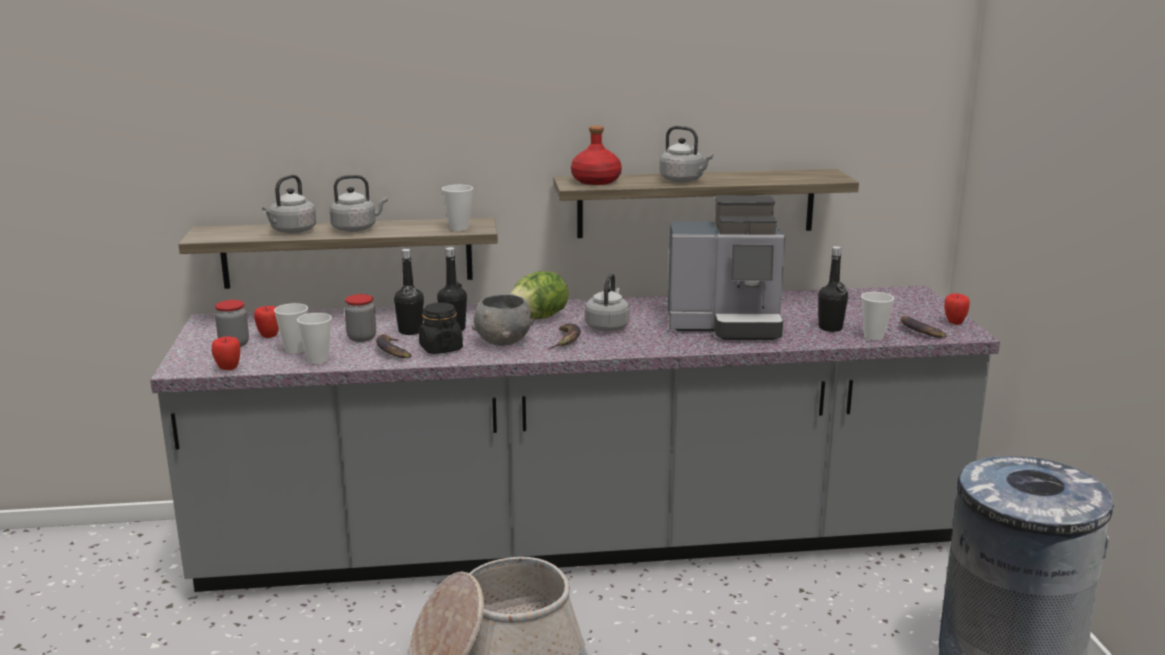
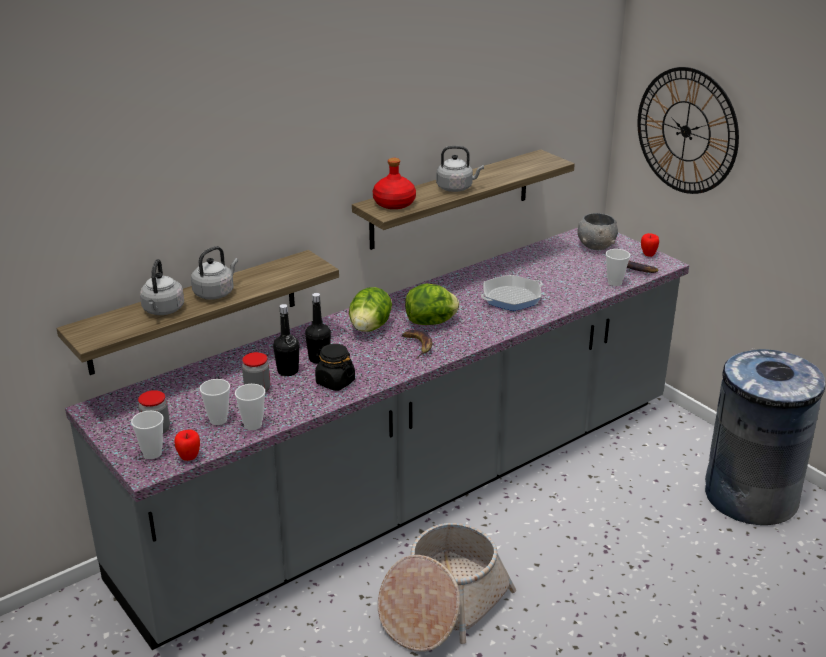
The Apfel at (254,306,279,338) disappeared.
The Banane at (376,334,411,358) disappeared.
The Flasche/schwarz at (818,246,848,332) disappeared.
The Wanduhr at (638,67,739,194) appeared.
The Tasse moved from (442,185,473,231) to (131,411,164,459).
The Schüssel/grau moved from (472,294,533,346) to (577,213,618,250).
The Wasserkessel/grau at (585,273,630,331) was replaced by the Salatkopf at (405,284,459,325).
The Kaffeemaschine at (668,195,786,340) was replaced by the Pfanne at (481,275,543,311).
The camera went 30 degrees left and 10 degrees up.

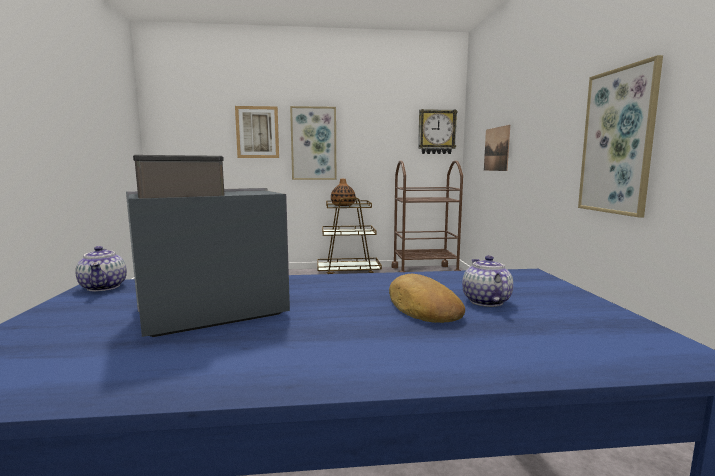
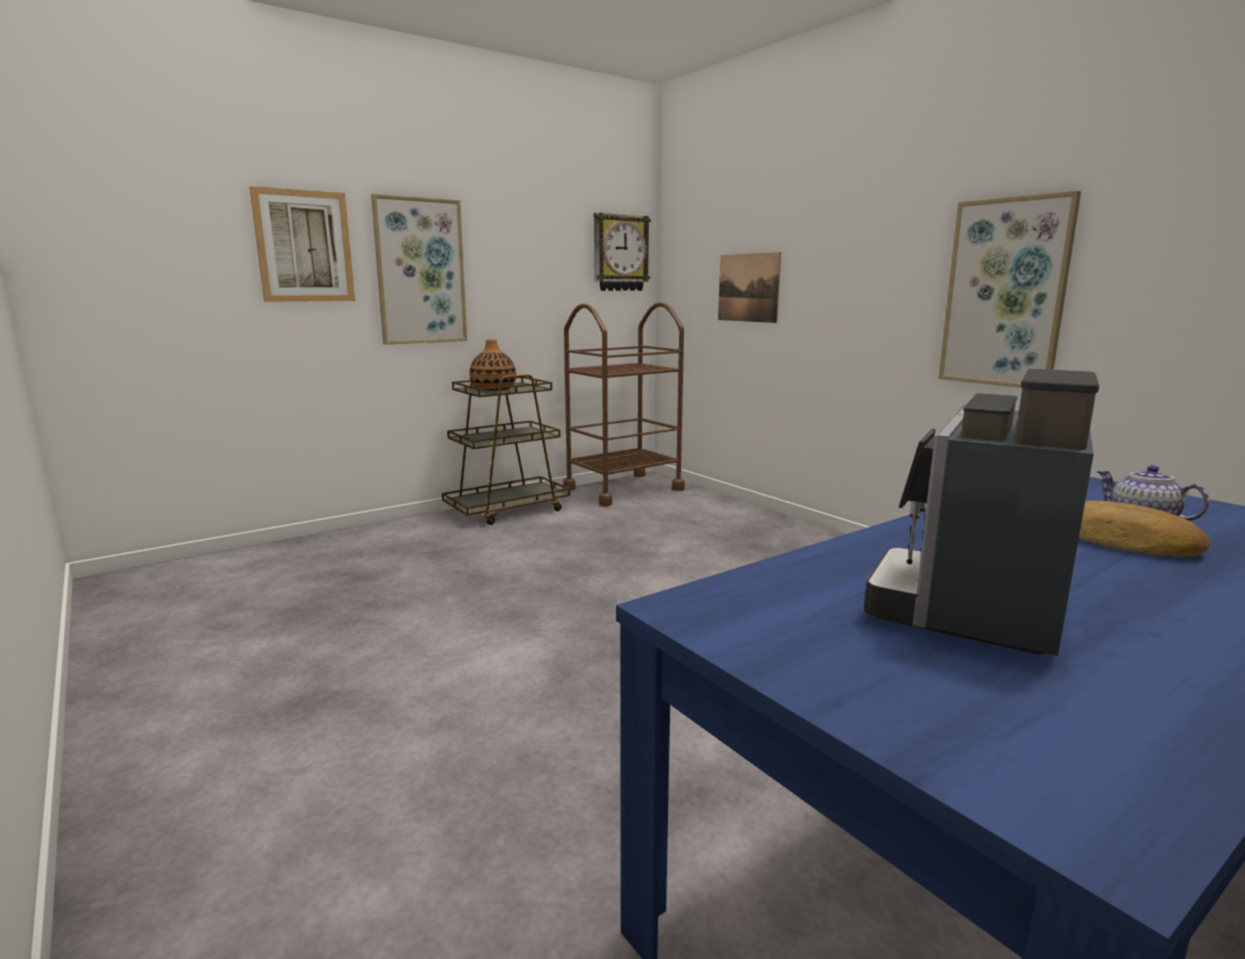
The Teekanne at (75,246,127,291) disappeared.
The camera went 30 degrees left and 5 degrees up.

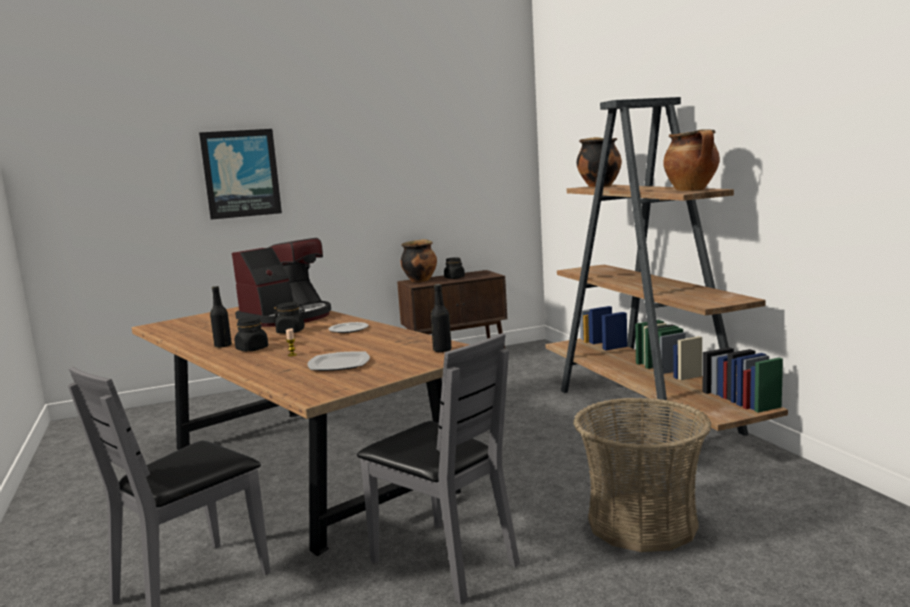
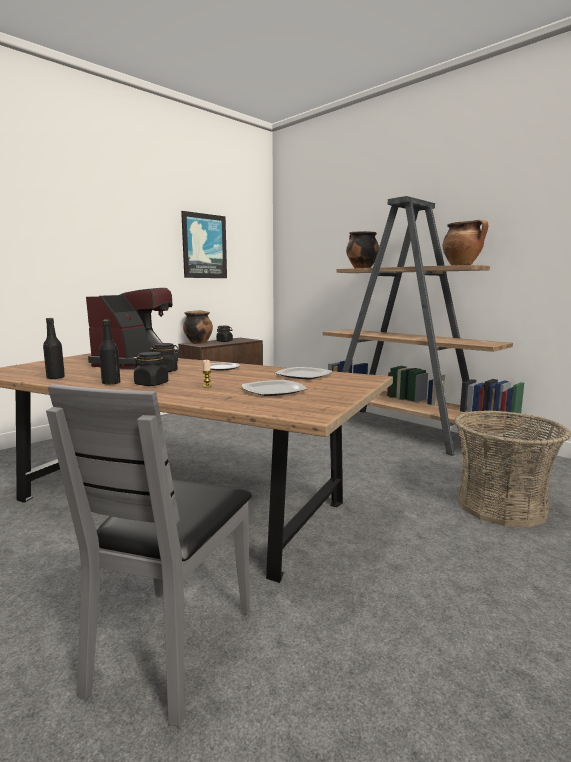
The Stuhl/grau at (357,333,520,604) disappeared.
The Teller at (275,367,332,380) appeared.
The Bild moved from (199,129,282,220) to (181,211,227,278).
The Flasche/schwarz moved from (431,284,452,353) to (43,318,65,379).
The camera went 25 degrees left and 0 degrees up.

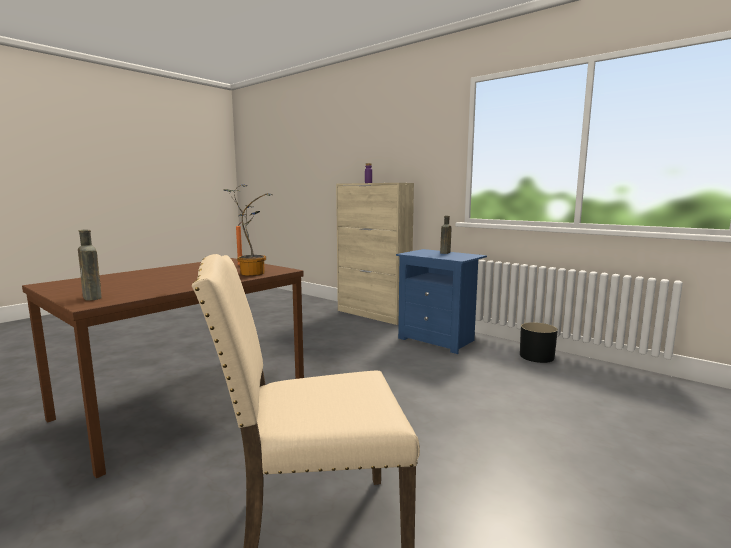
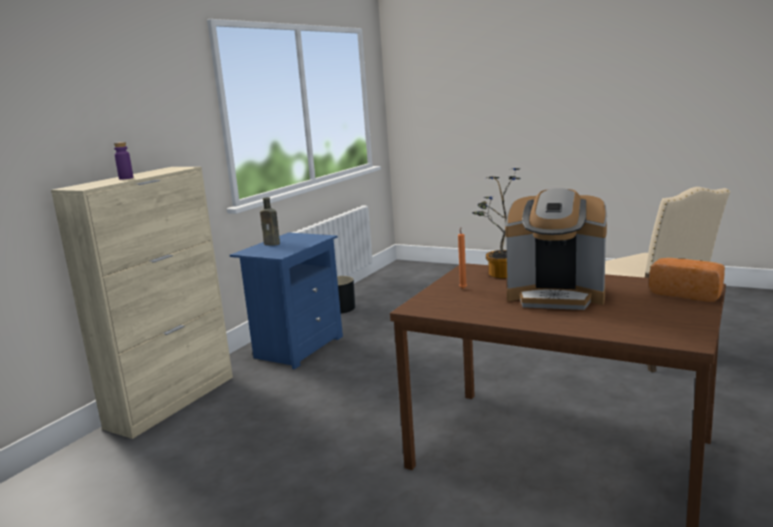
The Kaffeemaschine at (505,188,607,310) appeared.
The Flasche/braun at (78,230,102,301) was replaced by the Brot at (649,258,725,302).
The camera went 100 degrees left and 5 degrees up.

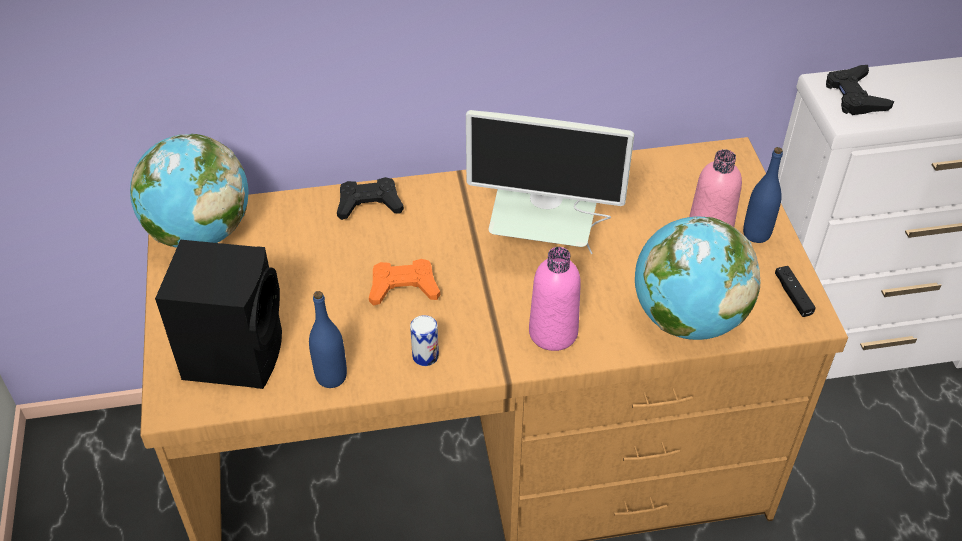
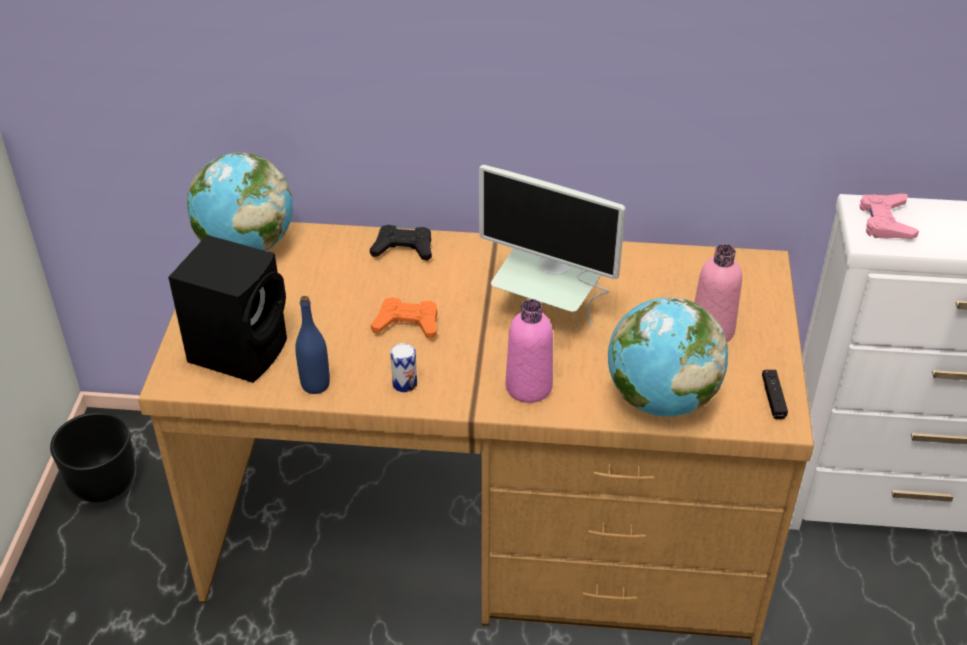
The Flasche/blau at (743,147,783,243) disappeared.
The Pflanzkübel/schwarz at (50,412,135,503) appeared.
The Gamepad/schwarz at (826,65,894,115) became the Gamepad/rosa at (860,193,919,239).
The camera went 15 degrees right and 5 degrees down.

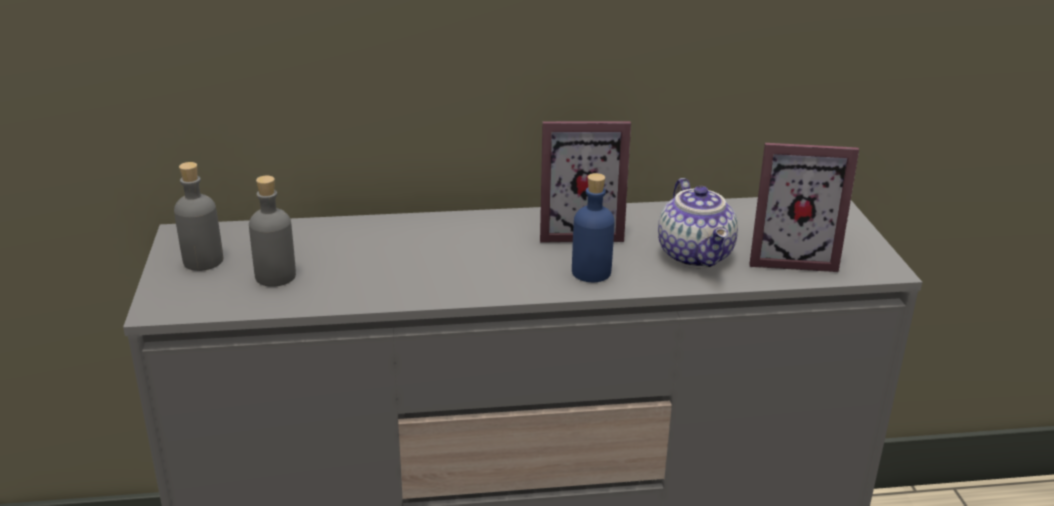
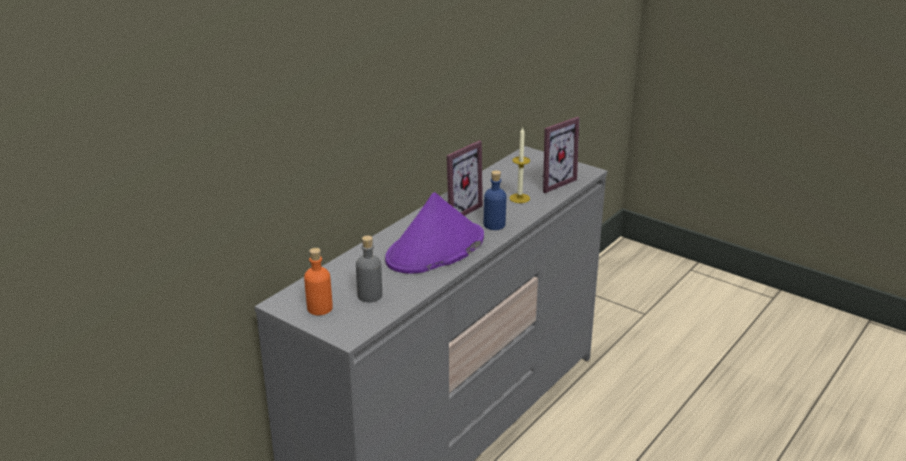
The Hut/lila at (385,192,484,274) appeared.
The Teekanne at (658,178,738,268) was replaced by the Kerze at (510,127,530,203).
The Flasche/grau at (174,162,223,271) became the Flasche/orange at (304,248,333,315).
The camera went 45 degrees left and 0 degrees up.

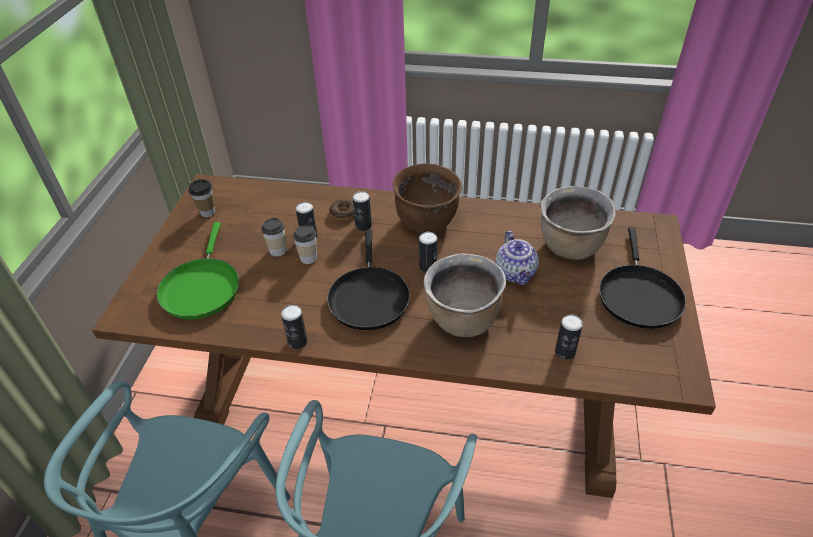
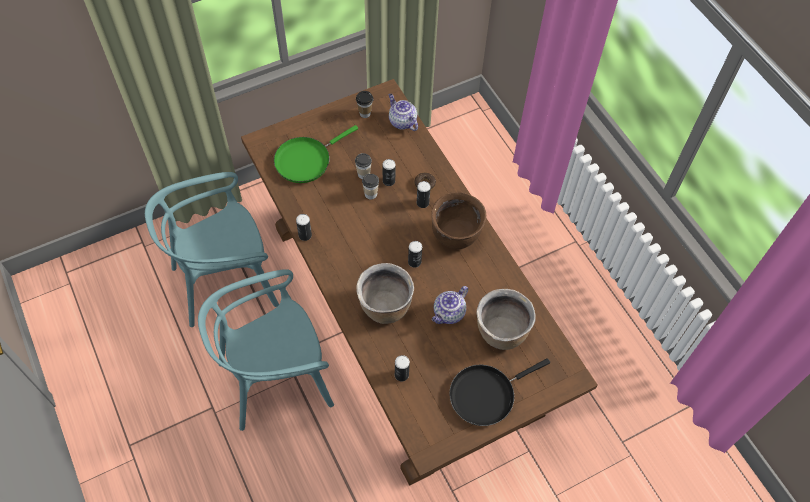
The Pfanne/schwarz at (327,229,410,330) disappeared.
The Teekanne at (389,94,418,131) appeared.
The camera went 50 degrees right and 15 degrees up.

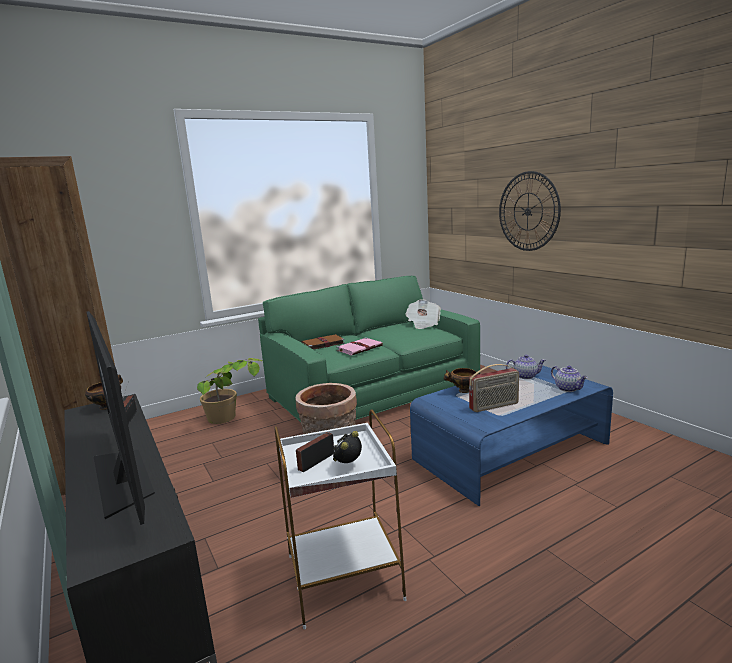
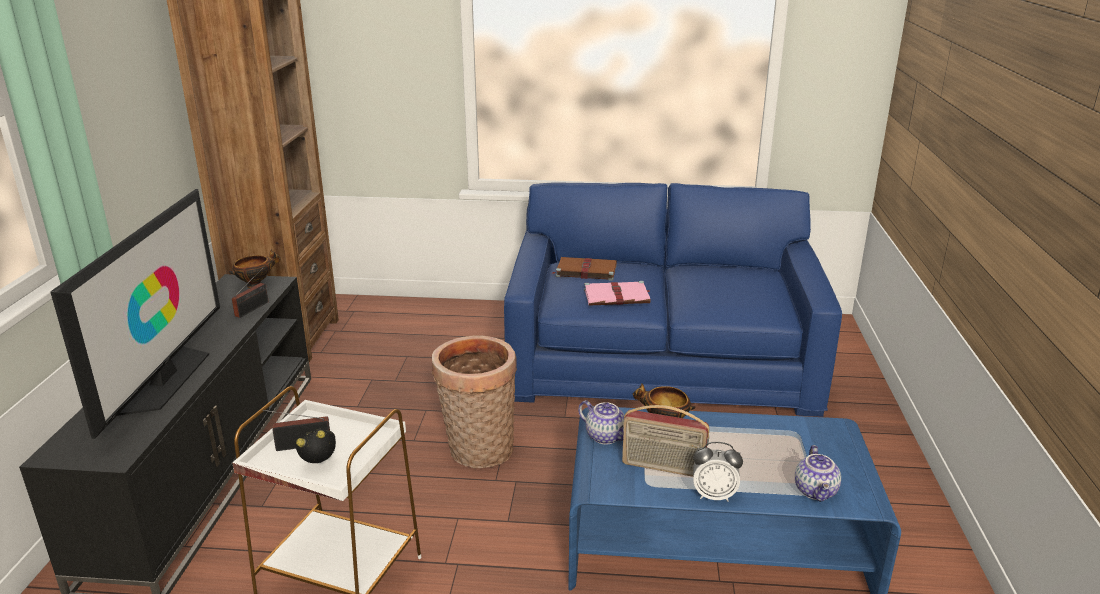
The Topfpflanze at (197,358,263,424) disappeared.
The Zeitung at (405,299,441,329) disappeared.
The Wanduhr at (499,171,561,251) disappeared.
The Wecker at (693,442,743,502) appeared.
The Teekanne moved from (506,355,546,379) to (578,400,625,444).
The Sofa/grün at (258,276,480,422) became the Sofa/blau at (504,182,842,417).
The camera went 35 degrees right and 10 degrees up.

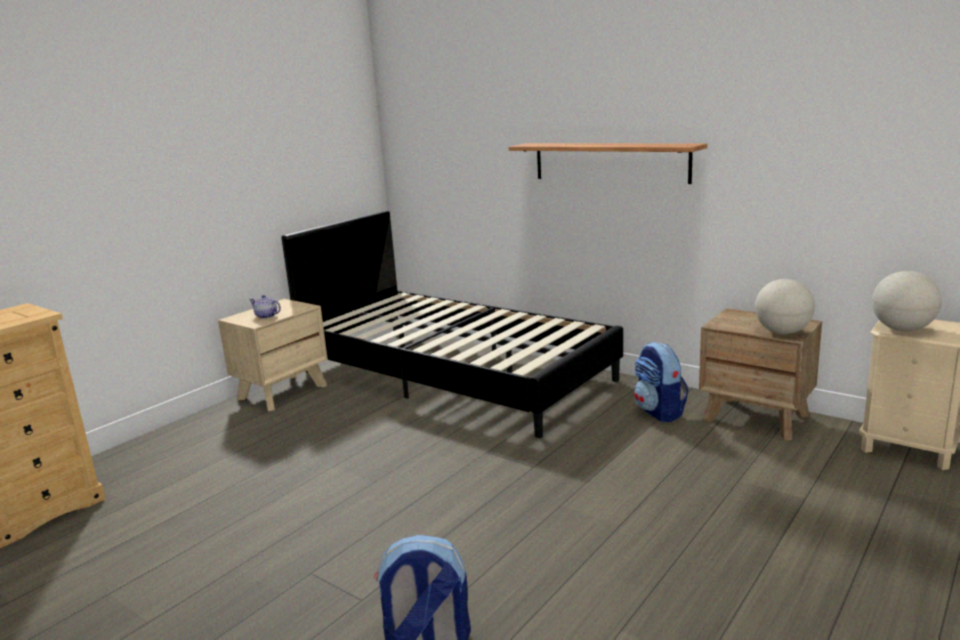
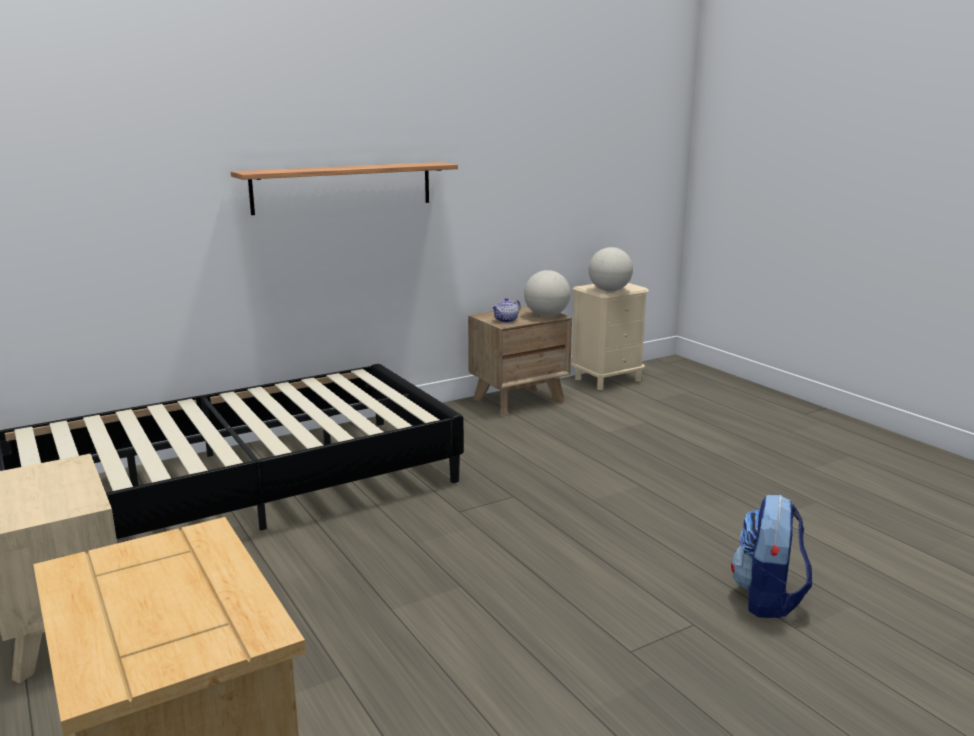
The Rucksack at (634,342,689,422) disappeared.
The Teekanne moved from (249,295,281,319) to (492,298,521,323).
The camera went 70 degrees left and 0 degrees up.

